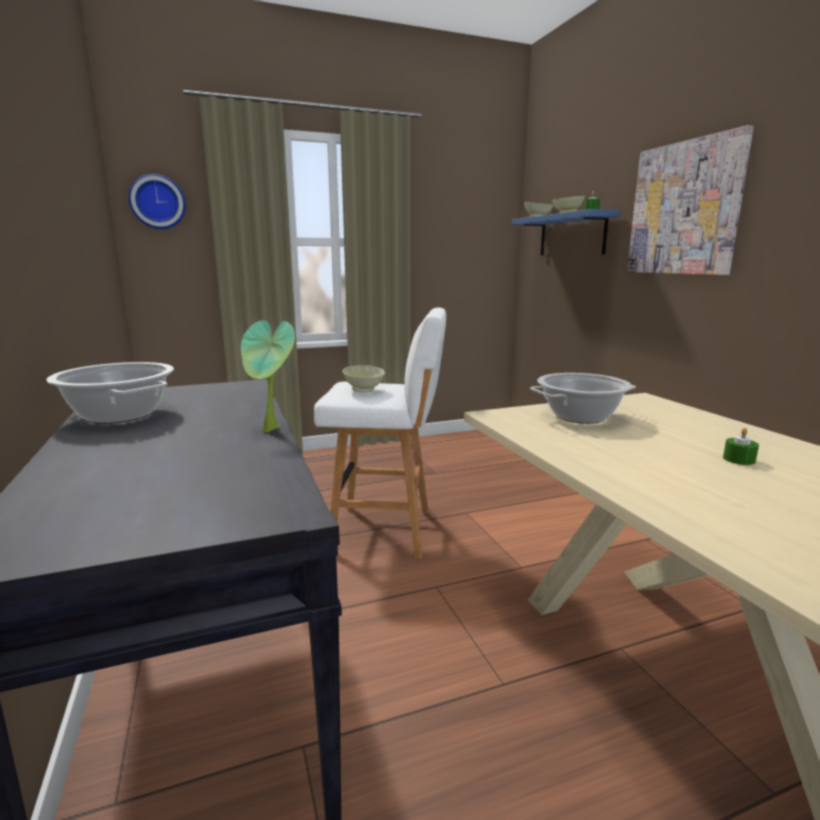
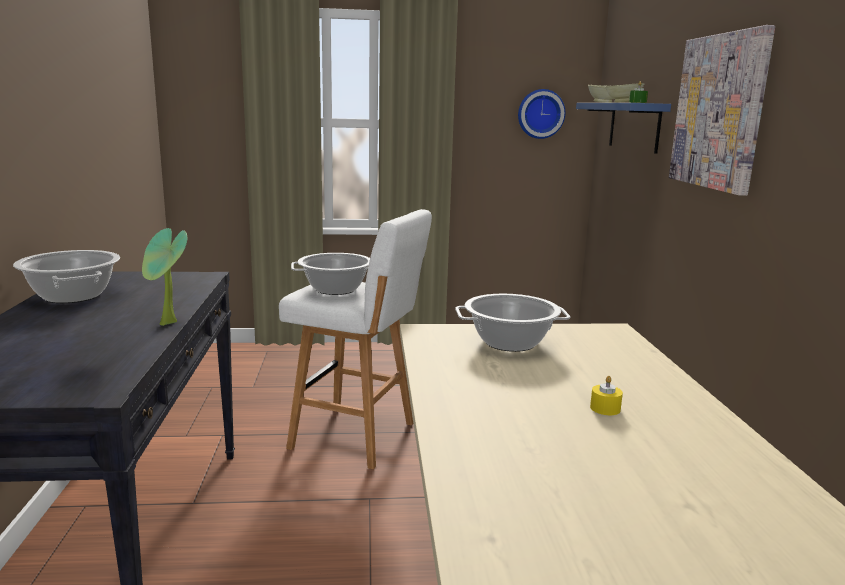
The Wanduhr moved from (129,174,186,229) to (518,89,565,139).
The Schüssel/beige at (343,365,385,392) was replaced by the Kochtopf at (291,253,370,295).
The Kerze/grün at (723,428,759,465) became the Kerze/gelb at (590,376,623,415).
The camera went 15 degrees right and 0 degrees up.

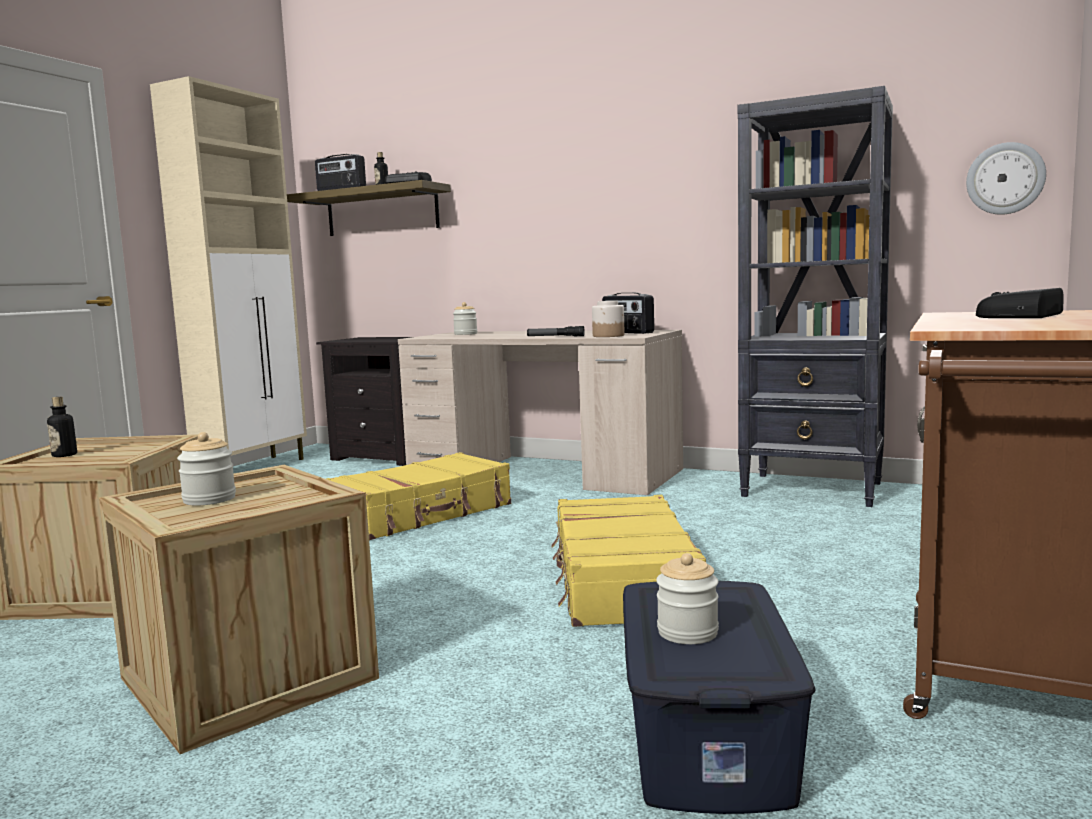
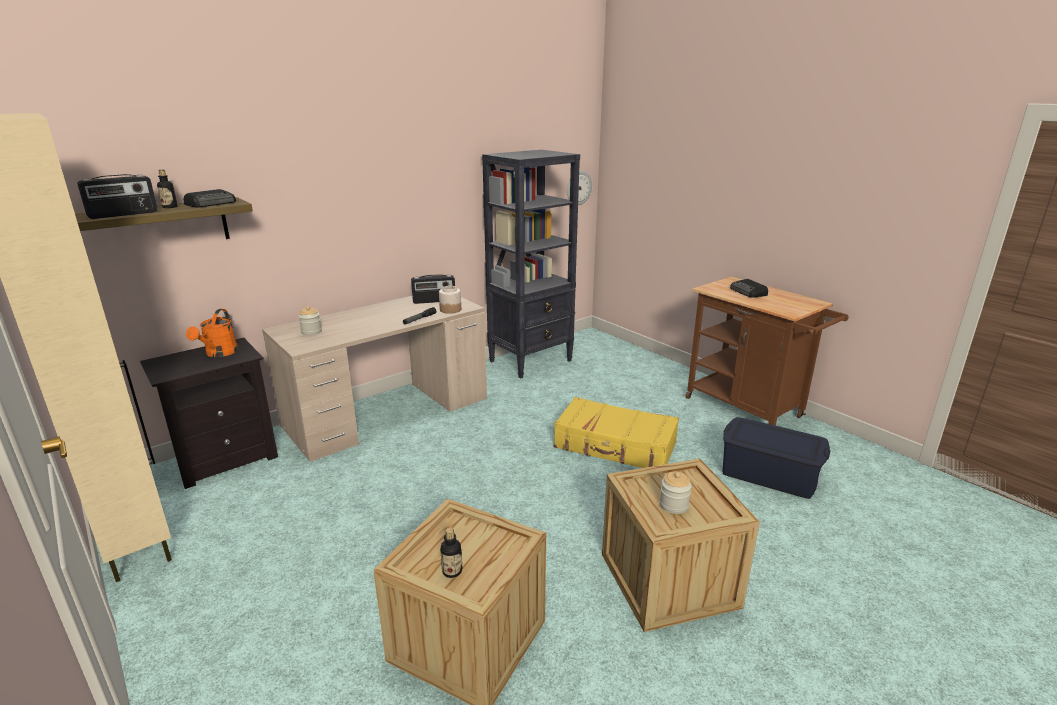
The Koffer/gelb at (326,452,511,540) disappeared.
The Vorratsglas at (656,553,719,644) disappeared.
The Gießkanne/orange at (186,309,238,357) appeared.
The camera went 65 degrees left and 15 degrees up.

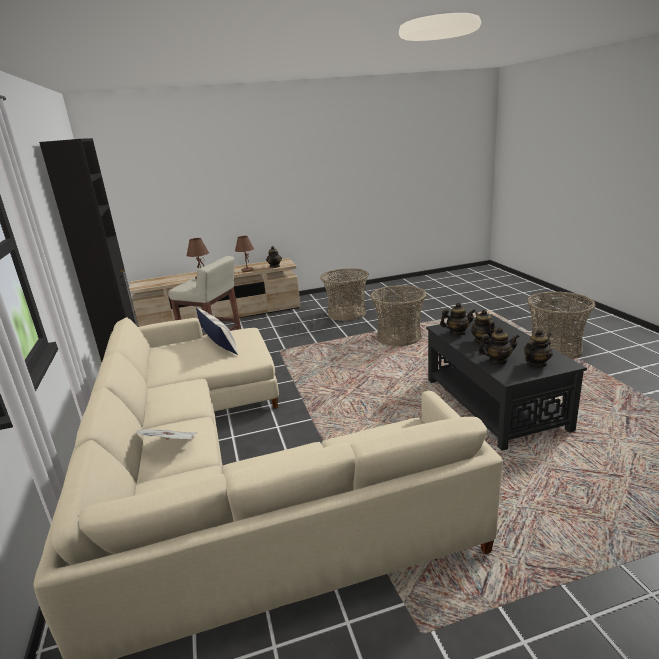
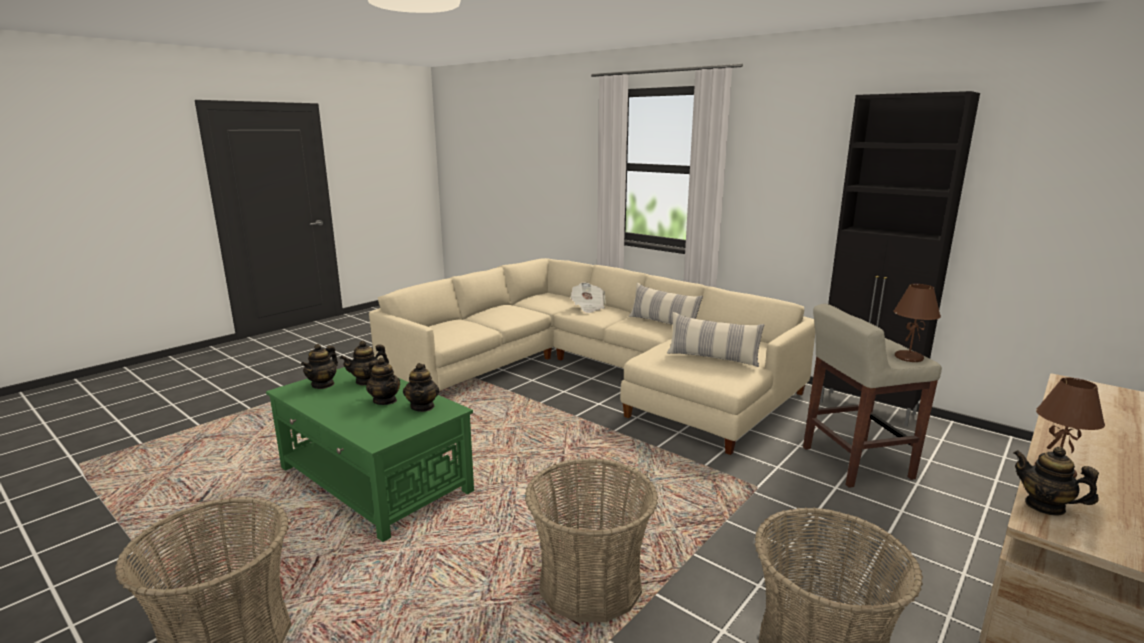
The Kissen at (629,283,703,325) appeared.
The Couchtisch/schwarz at (426,314,587,451) became the Couchtisch/grün at (266,367,474,542).
The Teekanne at (440,302,475,335) turned 60 degrees counterclockwise.
The camera went 145 degrees right and 5 degrees down.

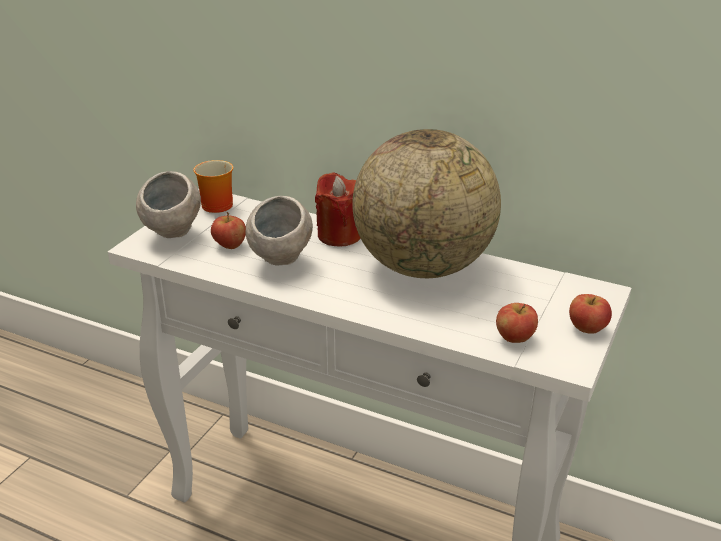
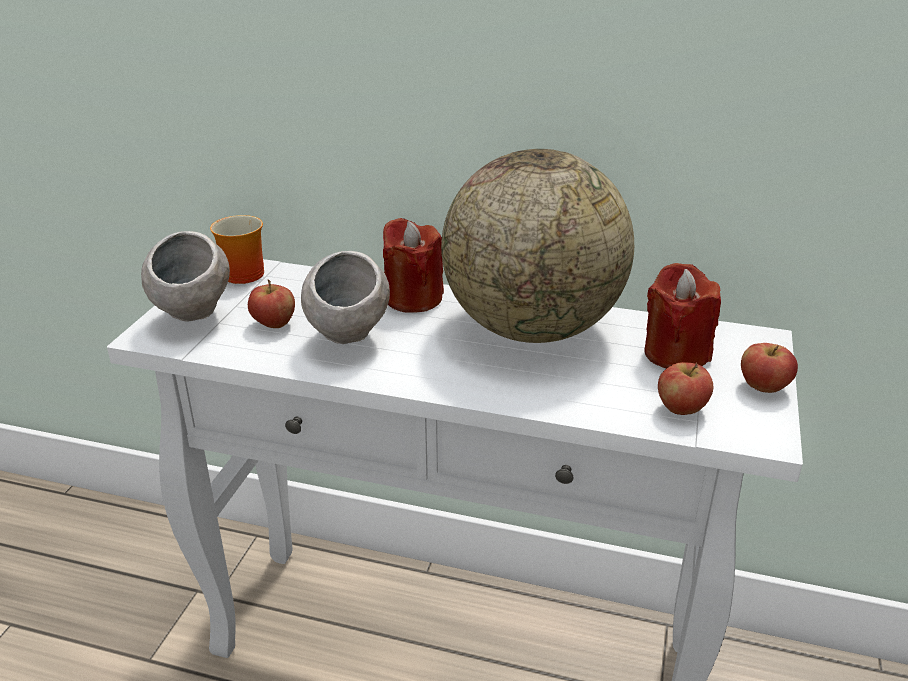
The Kerze/rot at (644,263,721,369) appeared.
The camera went 10 degrees left and 0 degrees up.

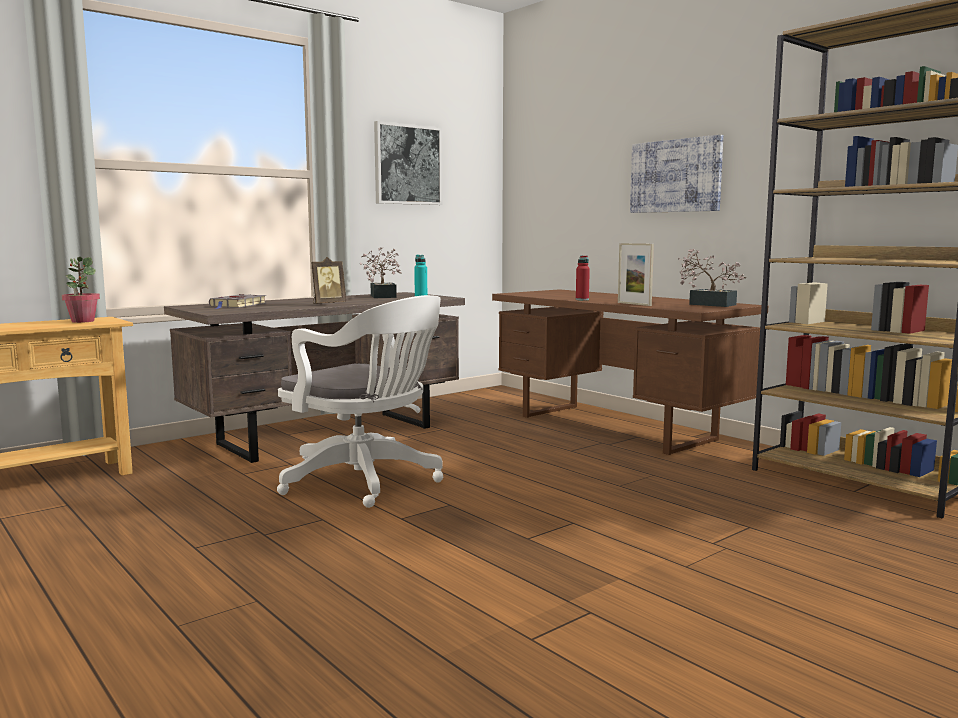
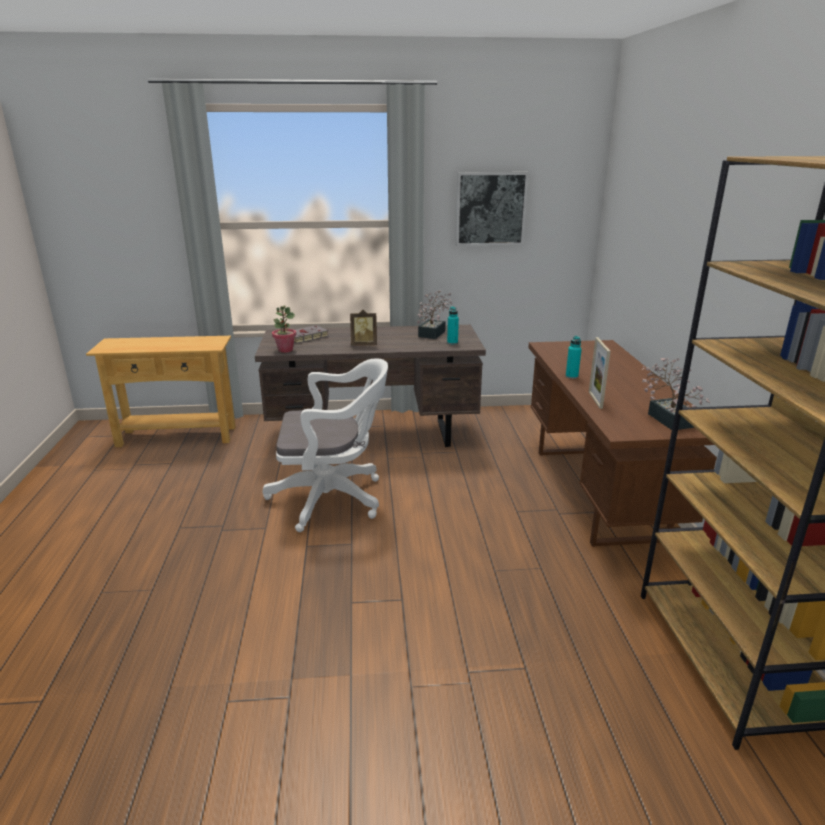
The Bild at (630,135,723,213) disappeared.
The Topfpflanze moved from (62,257,100,323) to (272,306,296,353).
The Flasche/rot at (576,255,590,301) became the Flasche/türkis at (566,336,582,379).
The Bürostuhl/weiß at (277,295,443,508) turned 75 degrees counterclockwise.
The camera went 35 degrees right and 15 degrees up.

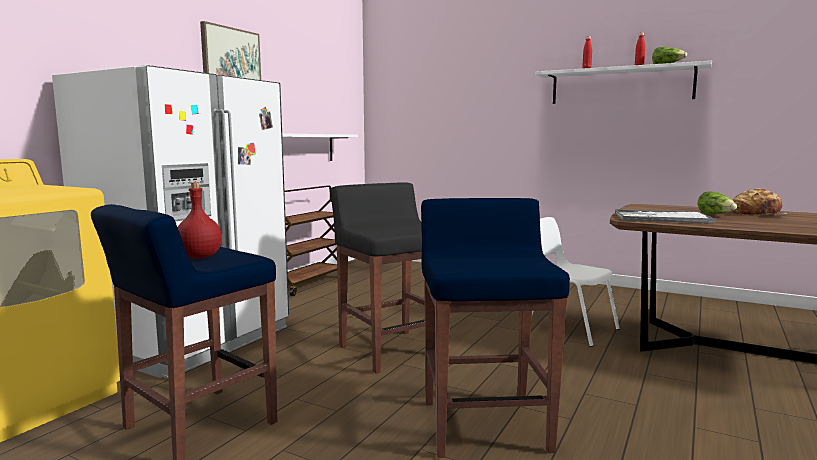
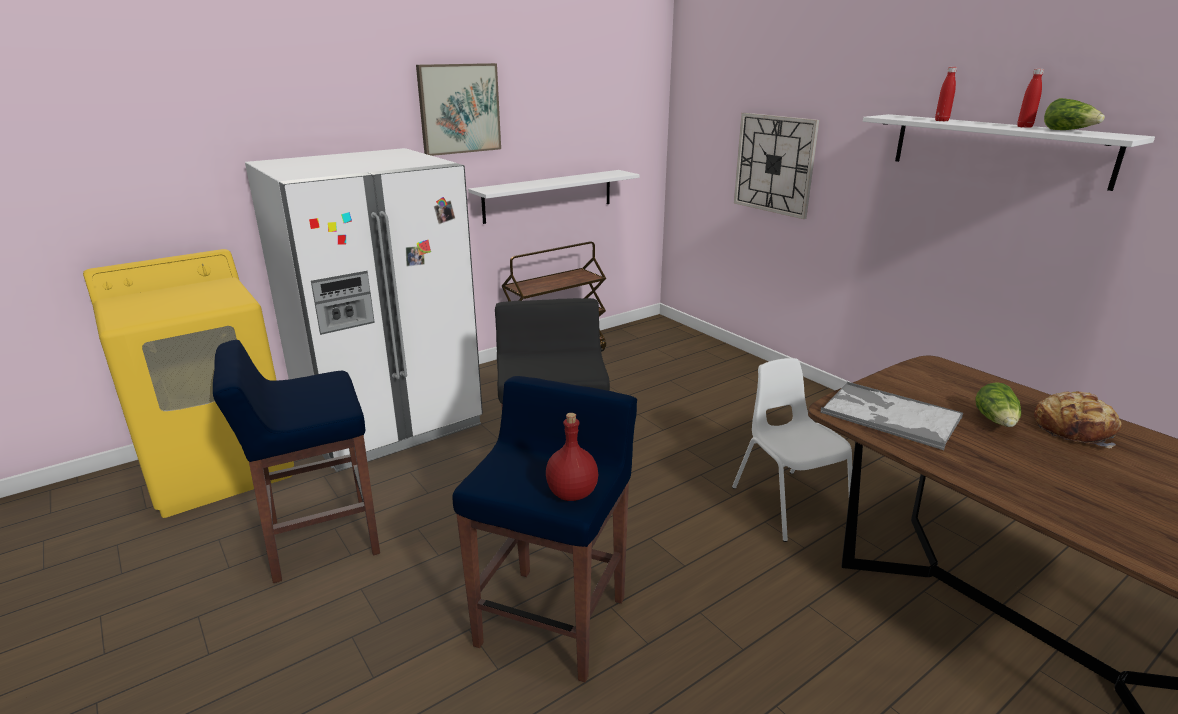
The Wanduhr at (734,113,819,219) appeared.
The Flasche/rot moved from (178,182,222,258) to (546,413,598,501).
The camera went 25 degrees right and 15 degrees up.

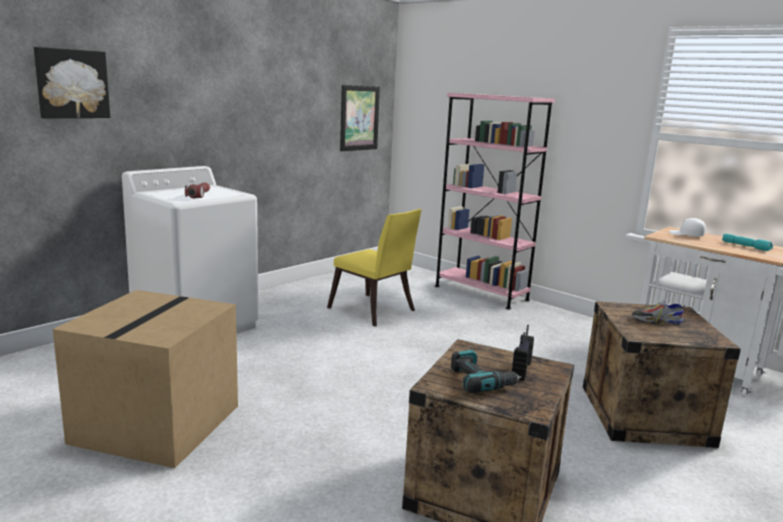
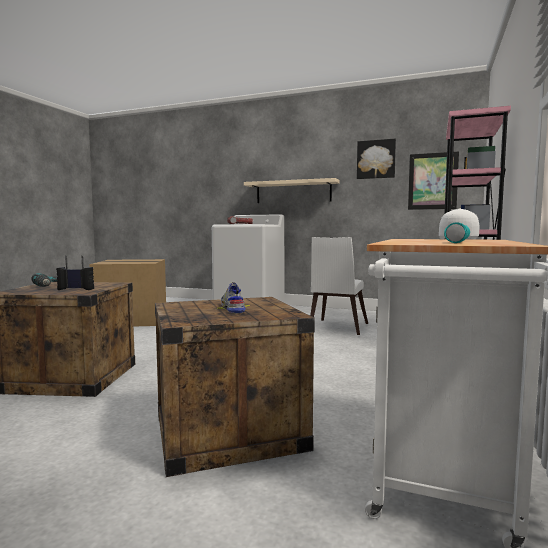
The Wandregal/beige at (244,178,340,203) appeared.
The Bild moved from (34,47,110,118) to (357,139,396,179).
The Stuhl/gelb at (327,209,422,327) became the Stuhl/weiß at (310,237,368,335).
The camera went 70 degrees right and 10 degrees down.

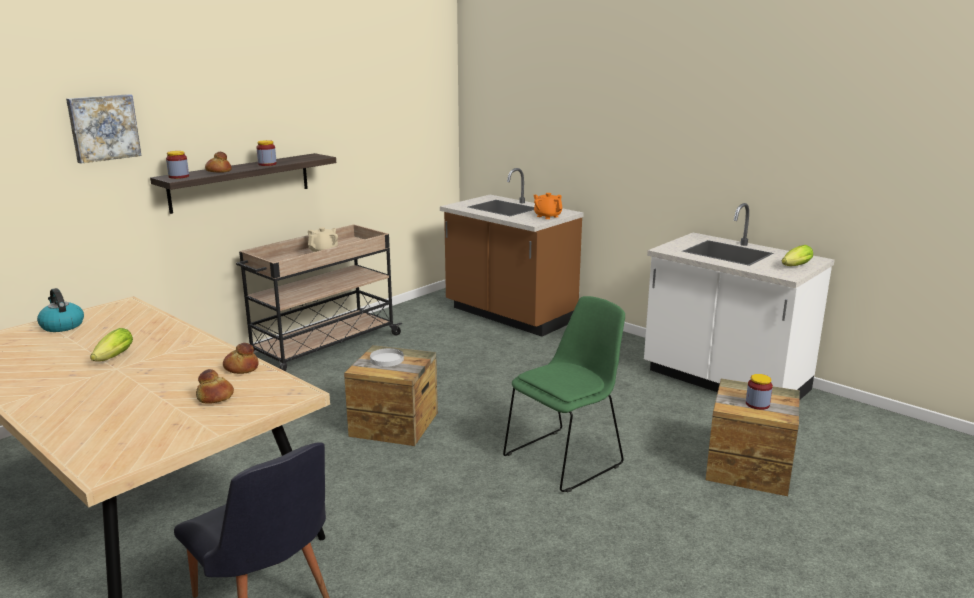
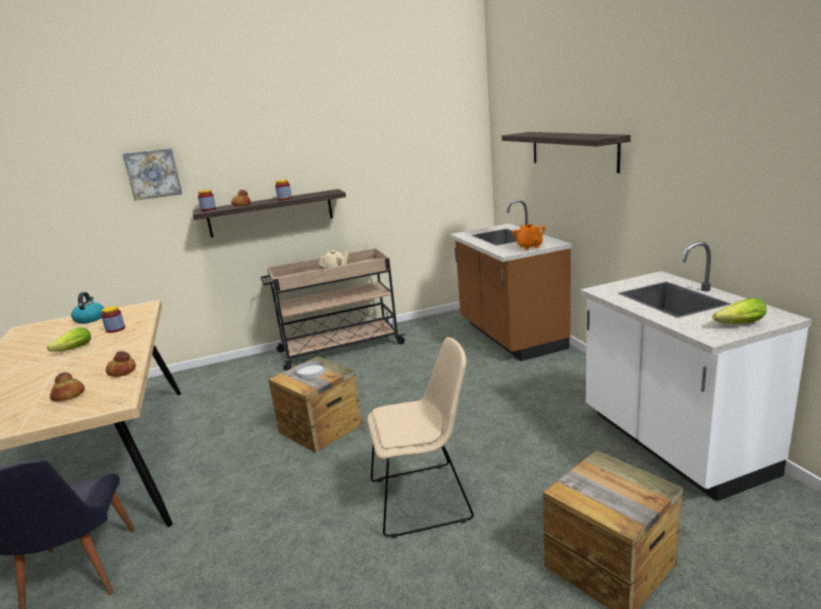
The Wandregal at (502,132,631,173) appeared.
The Vorratsglas moved from (746,374,773,410) to (101,306,125,333).
The Stuhl/grün at (503,296,625,493) became the Stuhl/beige at (367,337,474,538).
The camera went 30 degrees right and 0 degrees up.

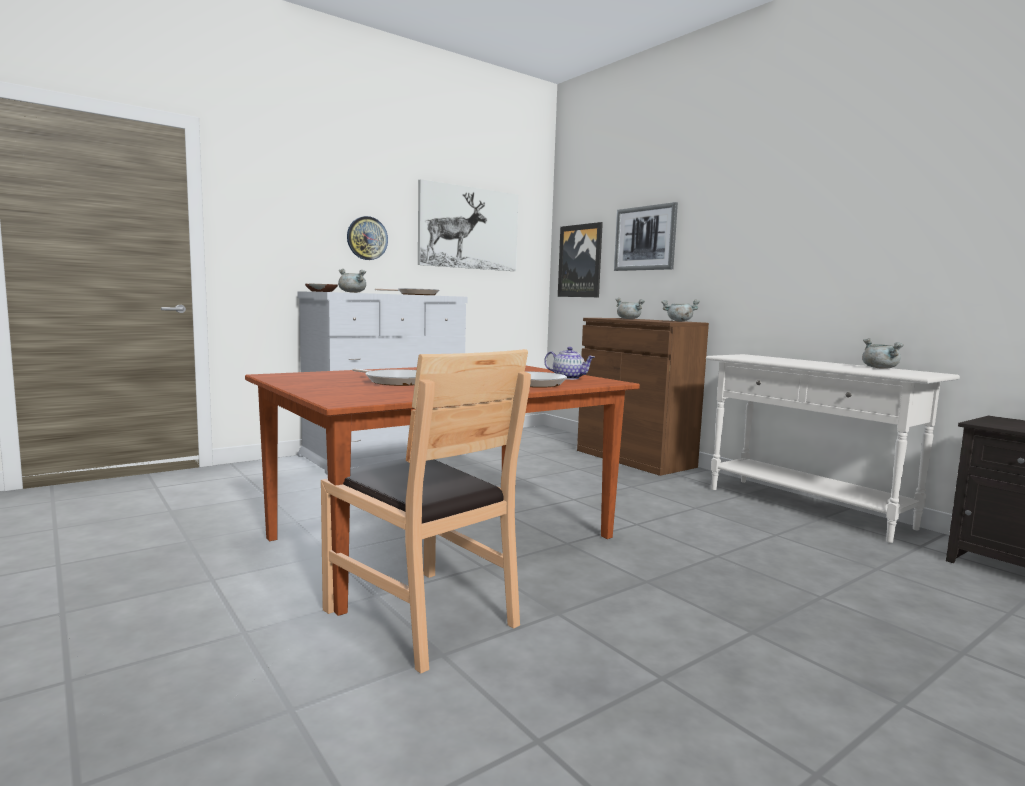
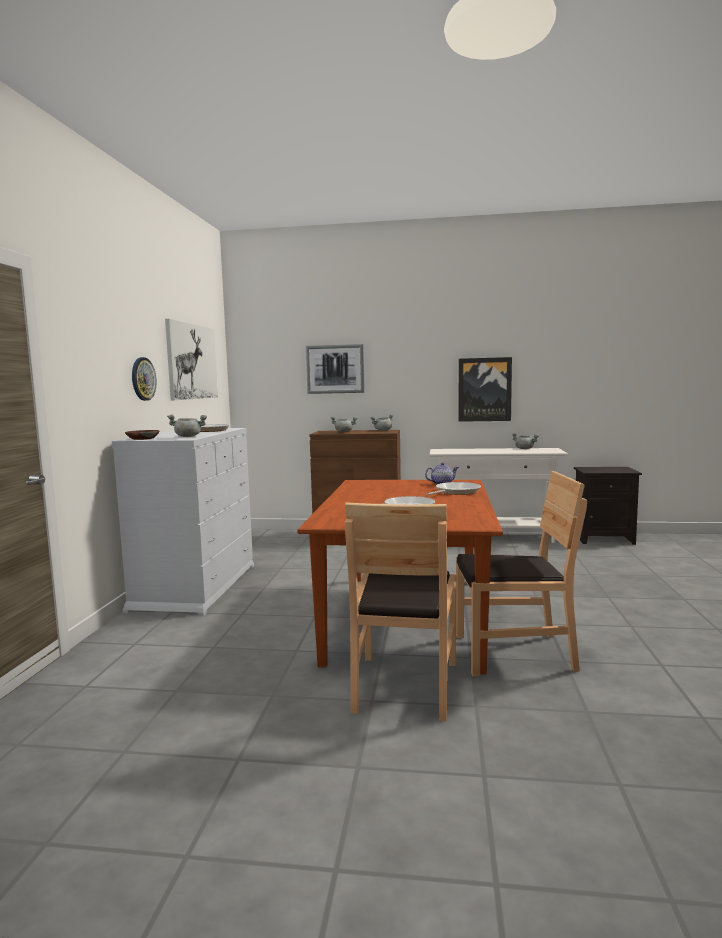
The Stuhl/braun at (345,502,456,721) appeared.
The Bild moved from (558,222,603,297) to (459,357,512,422).
The camera went 45 degrees left and 0 degrees up.

